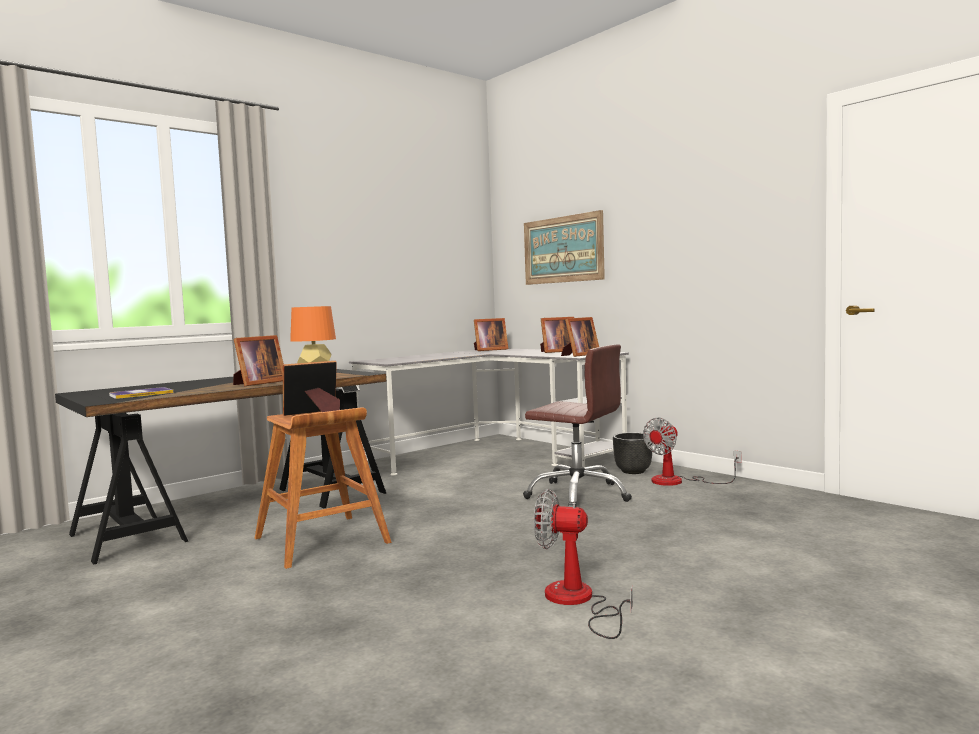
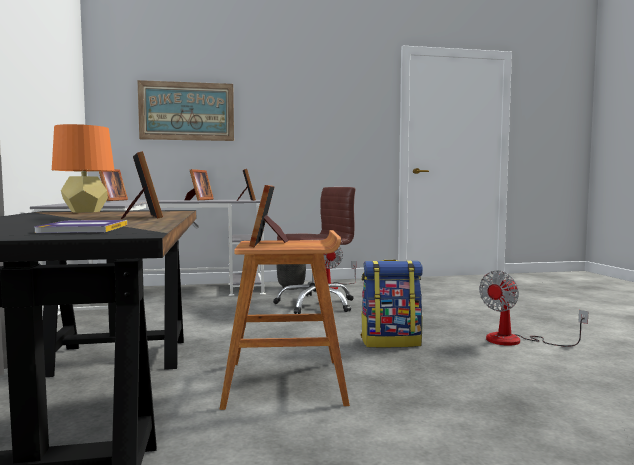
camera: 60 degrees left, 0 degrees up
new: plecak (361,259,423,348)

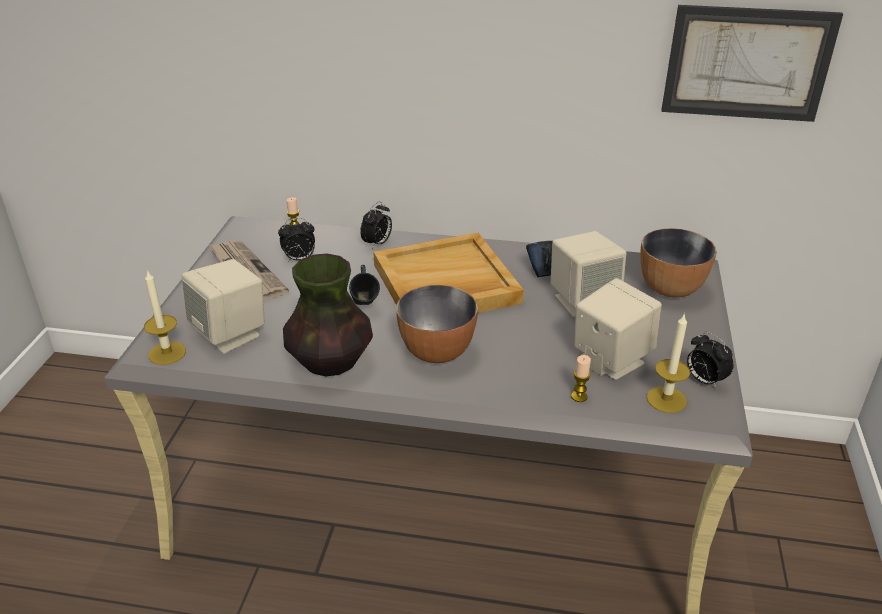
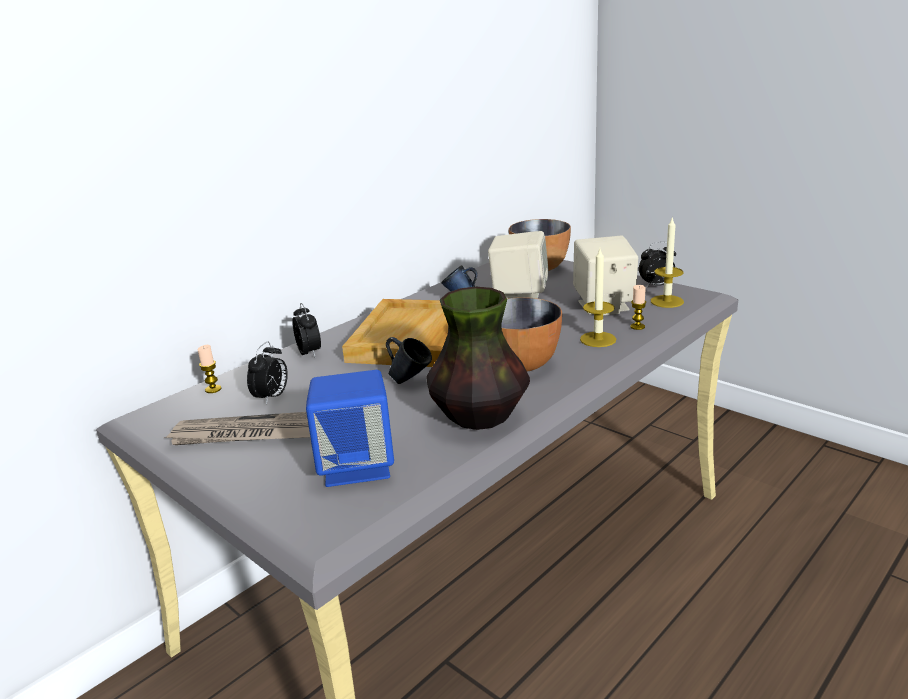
camera: 55 degrees left, 10 degrees down
gone: obraz (661,5,843,122)
shifted: świeca (144,269,186,365) to (580,249,616,347)
repainted: głośnik/beżowy (182,259,265,354) to głośnik/niebieski (306,370,394,487)

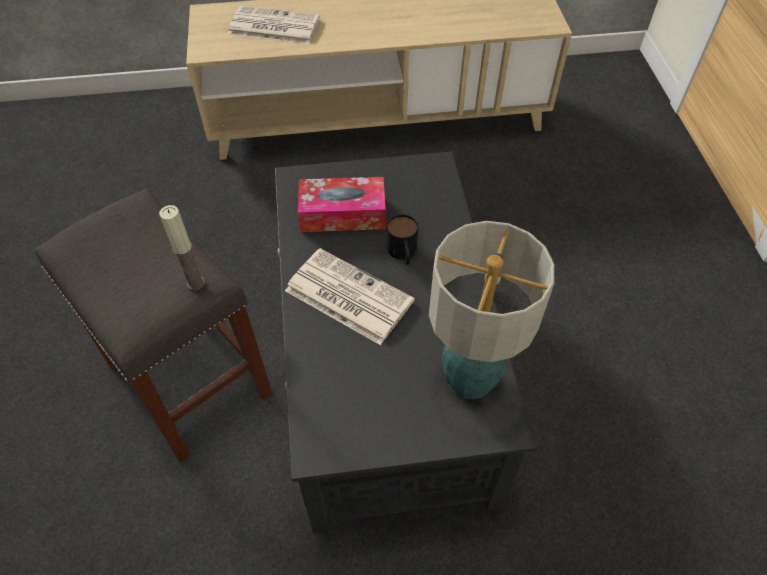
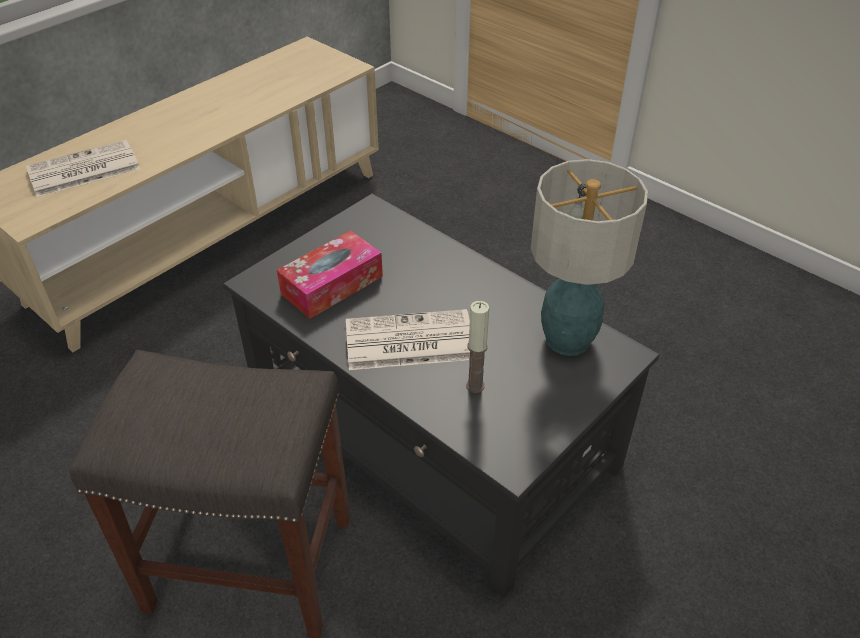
camera: 40 degrees left, 10 degrees down
gone: kubek (387,215,418,265)
shifted: świeca (159,205,205,290) to (466,301,489,393)

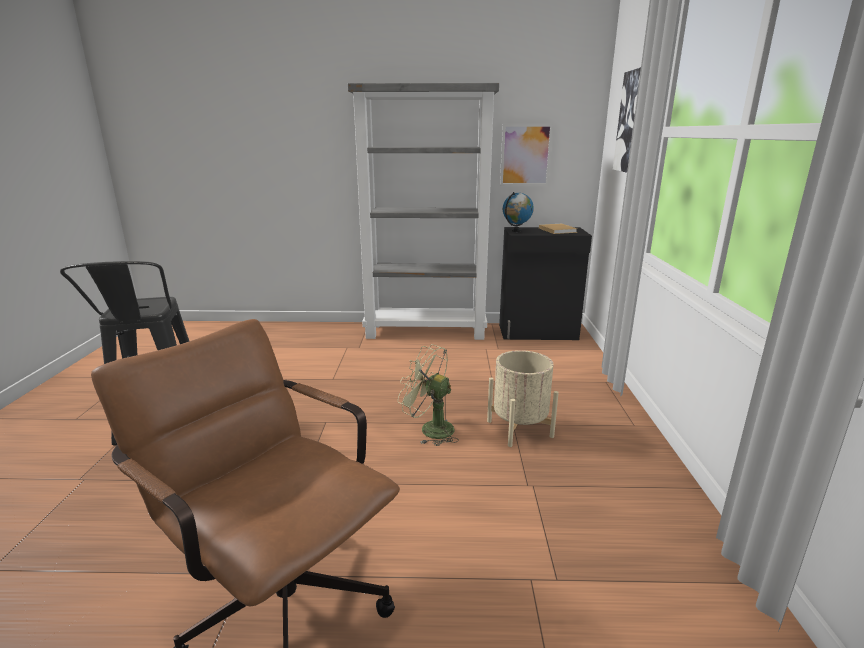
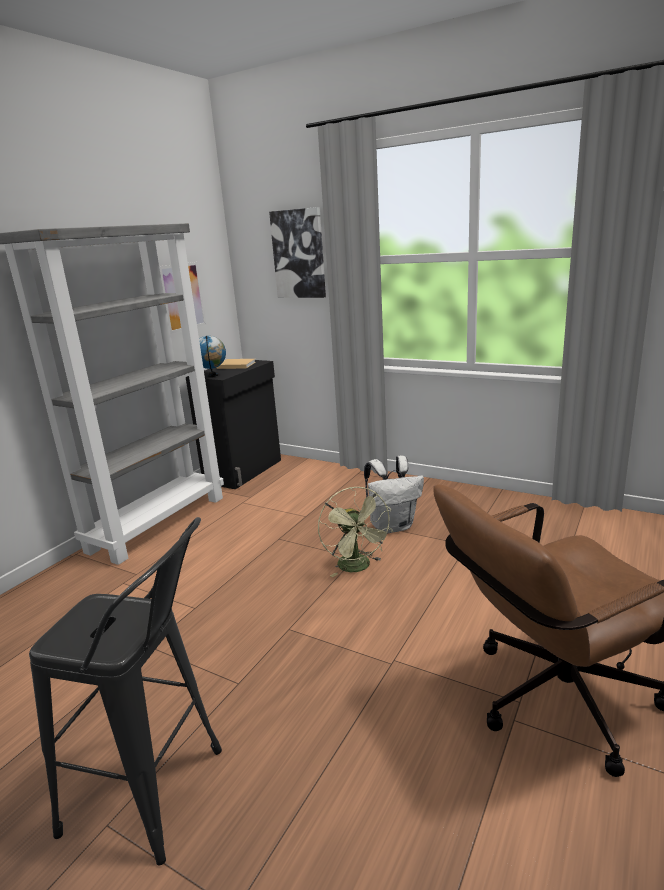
camera: 60 degrees left, 0 degrees up
swapped: donica/beżowy (487,350,559,447) to plecak/biały (364,455,424,534)
rotated: wentylator/zielony (398,344,459,446) = (318,487,393,577) 75 degrees counterclockwise

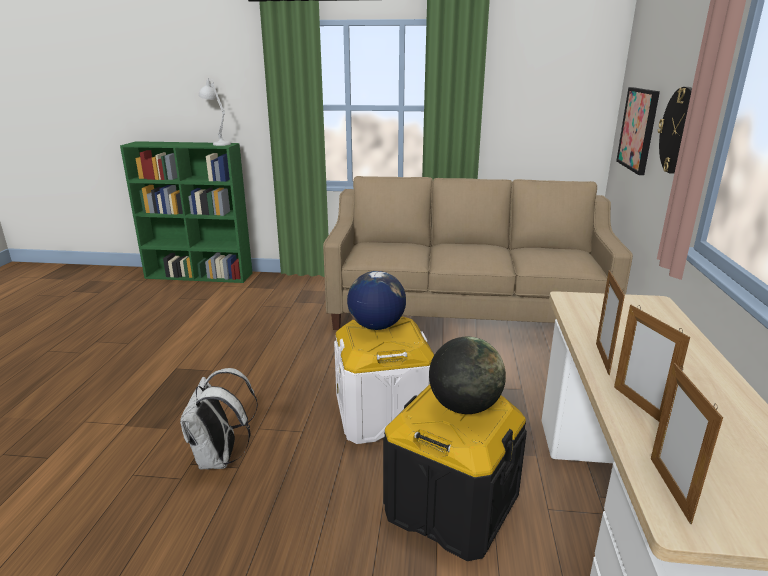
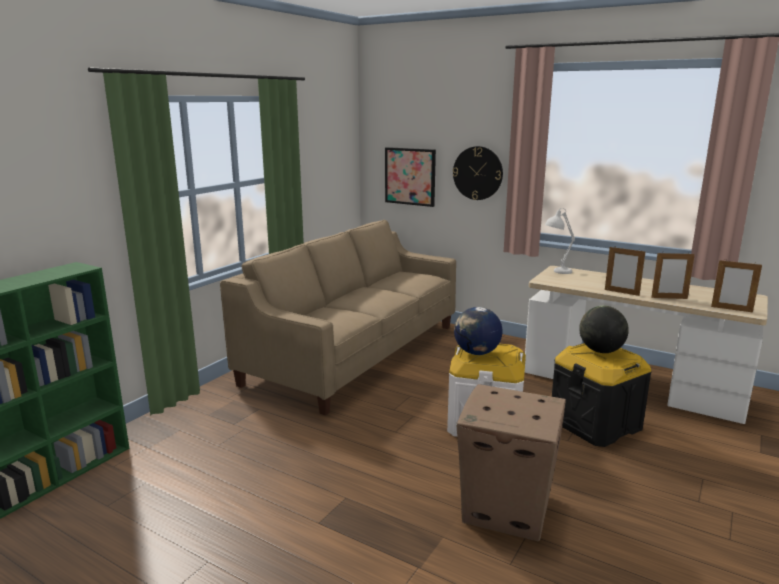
camera: 65 degrees left, 5 degrees down
shifted: lampa stołowa/biały (199,78,231,146) to (545,208,575,274)
swapped: plecak/biały (180,368,258,470) to karton (457,384,566,541)

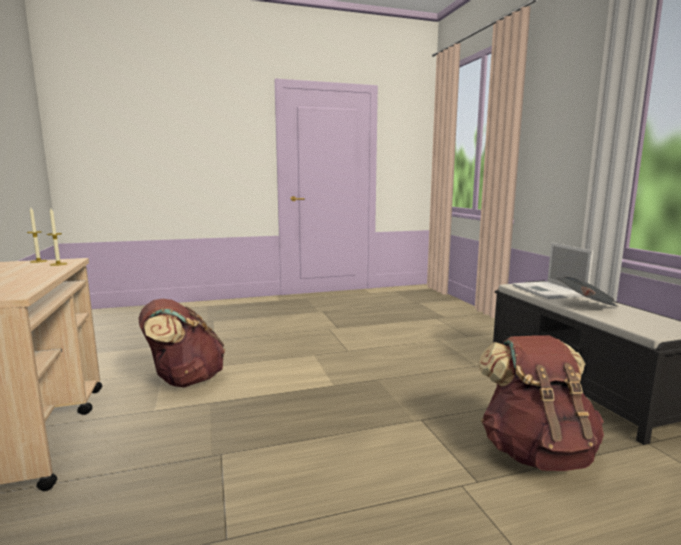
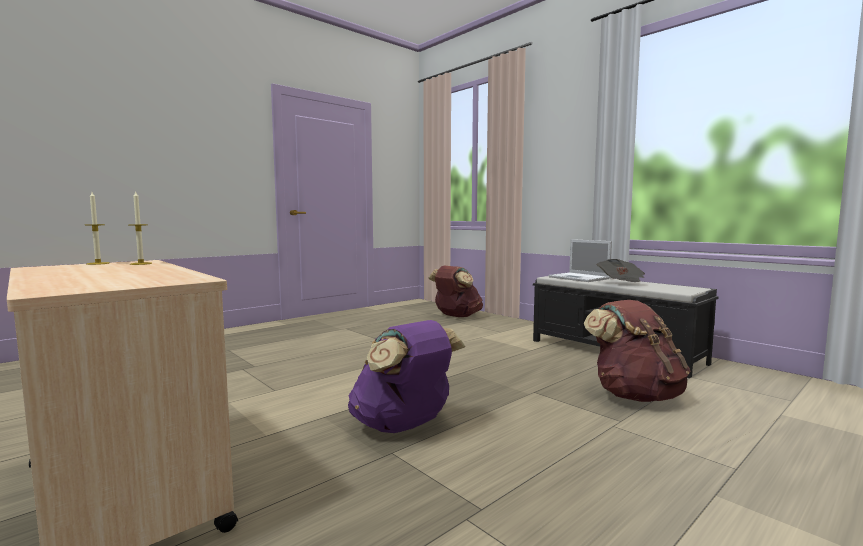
camera: 25 degrees left, 5 degrees down
new: plecak/fioletowy (348,320,465,433)
shifted: plecak/brązowy (139,299,226,387) to (429,266,483,317)

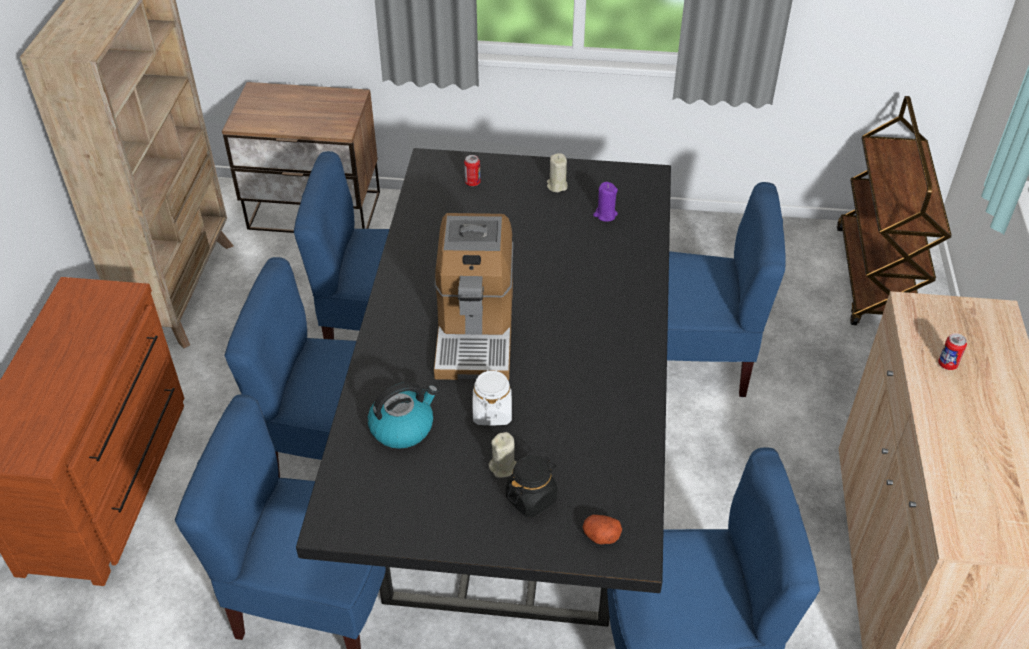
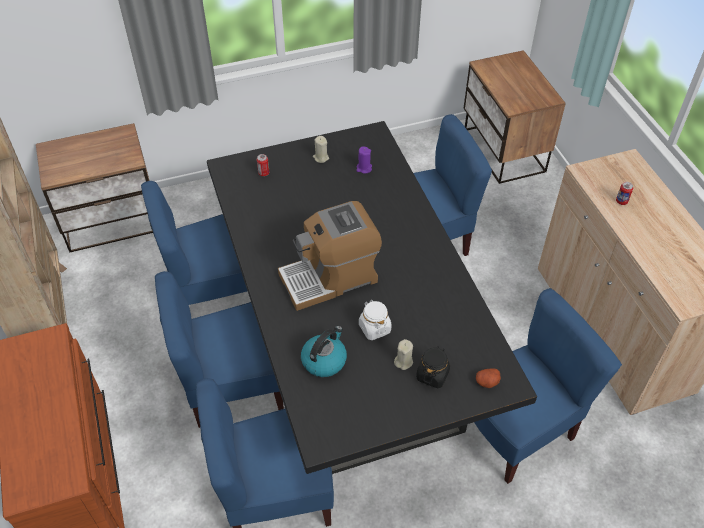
camera: 25 degrees left, 5 degrees up
swapped: wózek/brązowy (837,96,951,325) to szafka nocna (463,50,566,184)
rotated: ekspres do kawy (434,213,513,381) = (278,201,382,311) 90 degrees clockwise

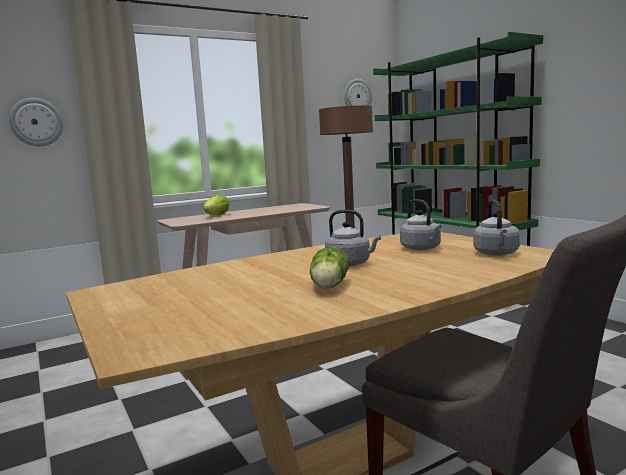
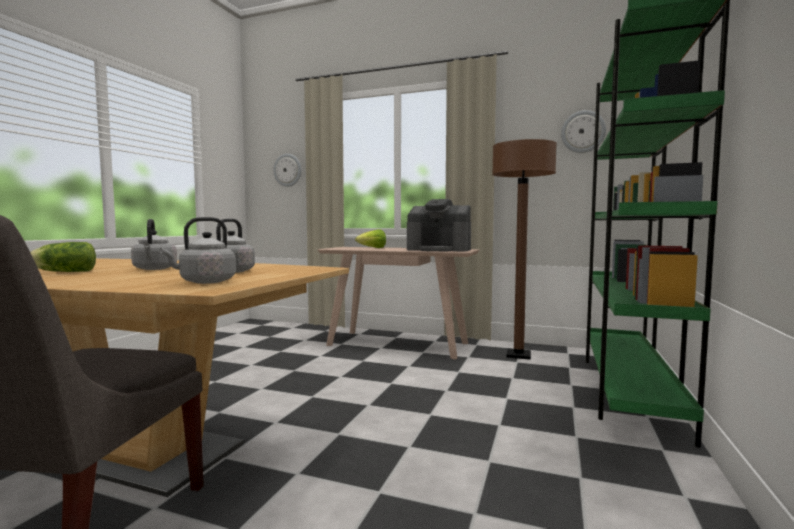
camera: 50 degrees right, 5 degrees down
new: ekspres do kawy (407,199,471,251)

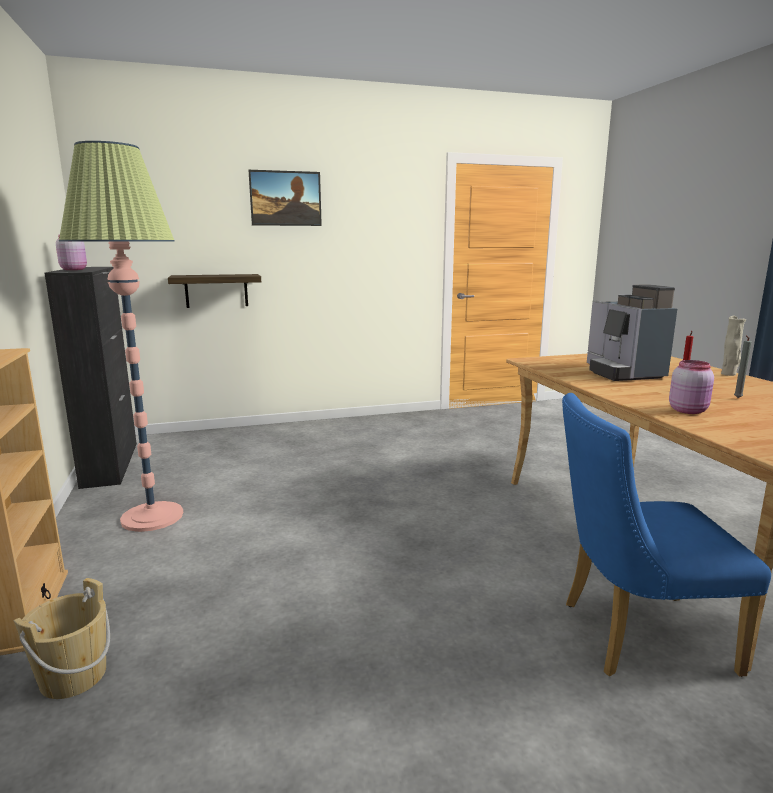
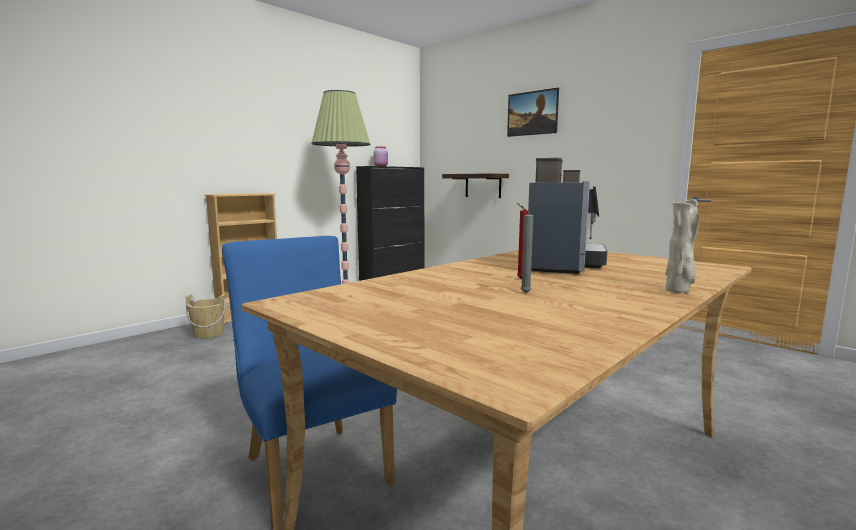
camera: 60 degrees right, 5 degrees down
gone: słoik/różowy (669,360,714,414)
rotated: ekspres do kawy (587,284,677,381) = (528,158,607,274) 150 degrees clockwise

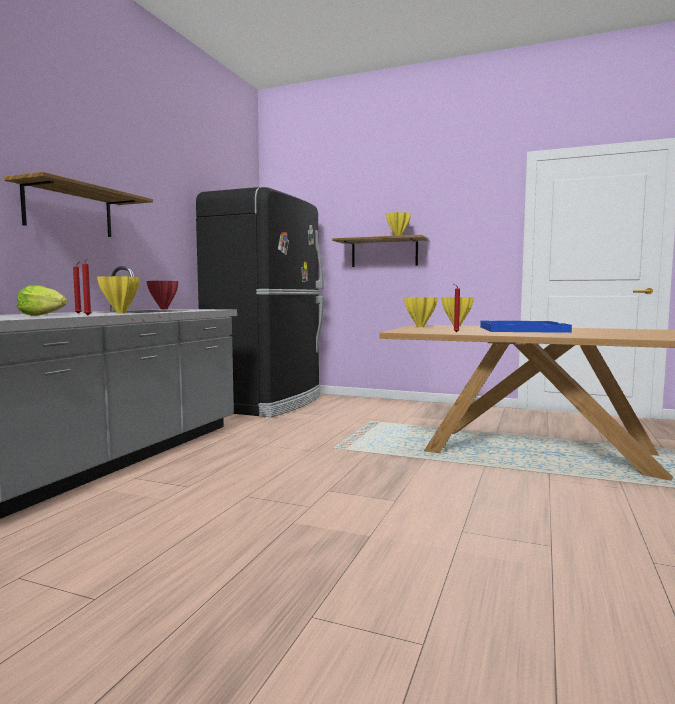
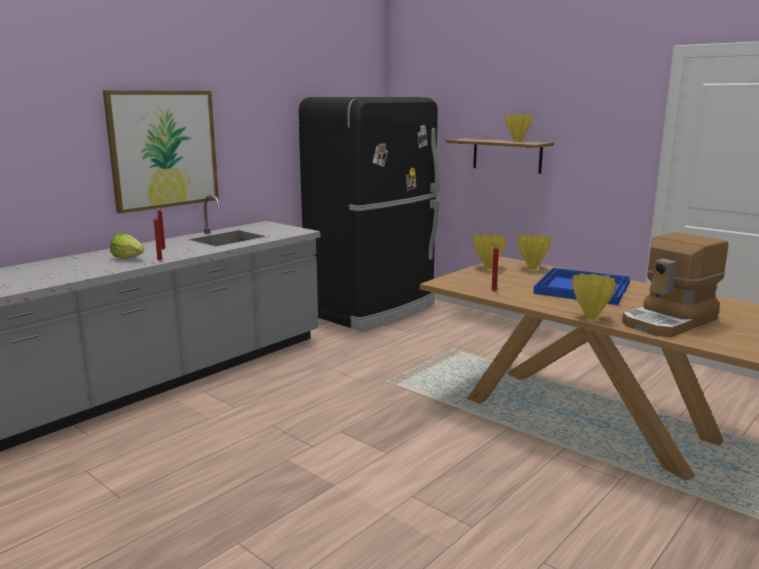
camera: 20 degrees right, 10 degrees up
gone: wazon/czerwony (147,281,178,309)
new: ekspres do kawy (622,232,728,337)
shifted: wazon/żółty (97,276,140,314) to (572,273,616,320)
swapped: półka (4,172,153,237) to obraz (103,90,219,214)

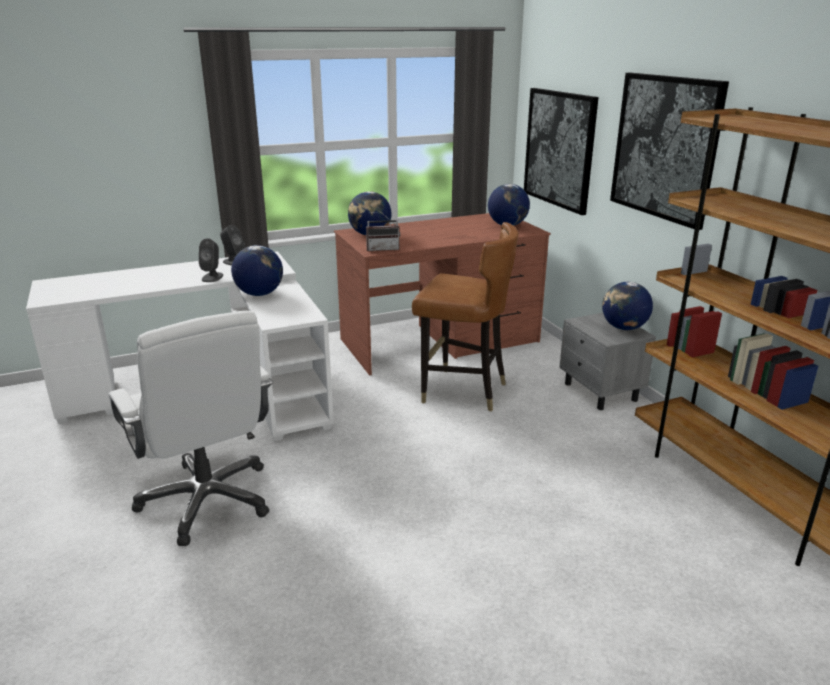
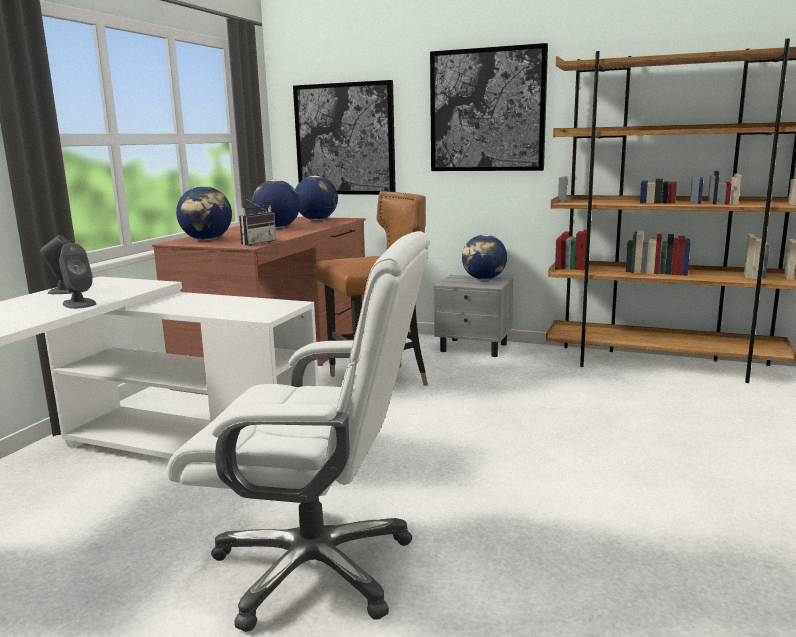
camera: 45 degrees left, 10 degrees down
shifted: globus (231,245,283,296) to (252,180,300,228)

